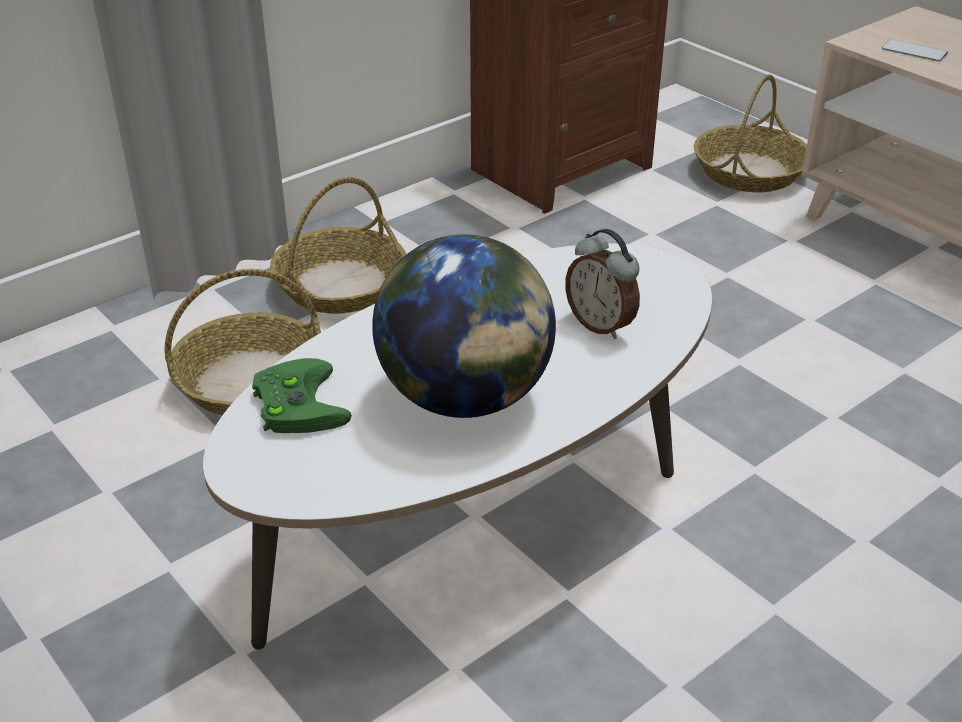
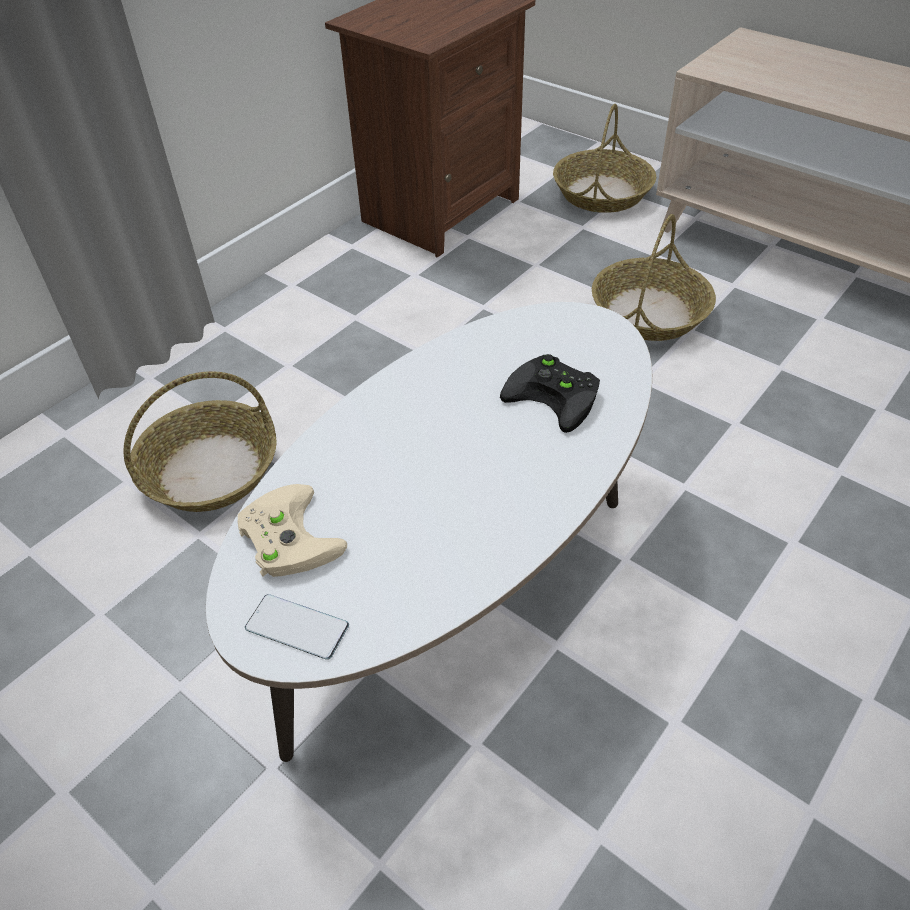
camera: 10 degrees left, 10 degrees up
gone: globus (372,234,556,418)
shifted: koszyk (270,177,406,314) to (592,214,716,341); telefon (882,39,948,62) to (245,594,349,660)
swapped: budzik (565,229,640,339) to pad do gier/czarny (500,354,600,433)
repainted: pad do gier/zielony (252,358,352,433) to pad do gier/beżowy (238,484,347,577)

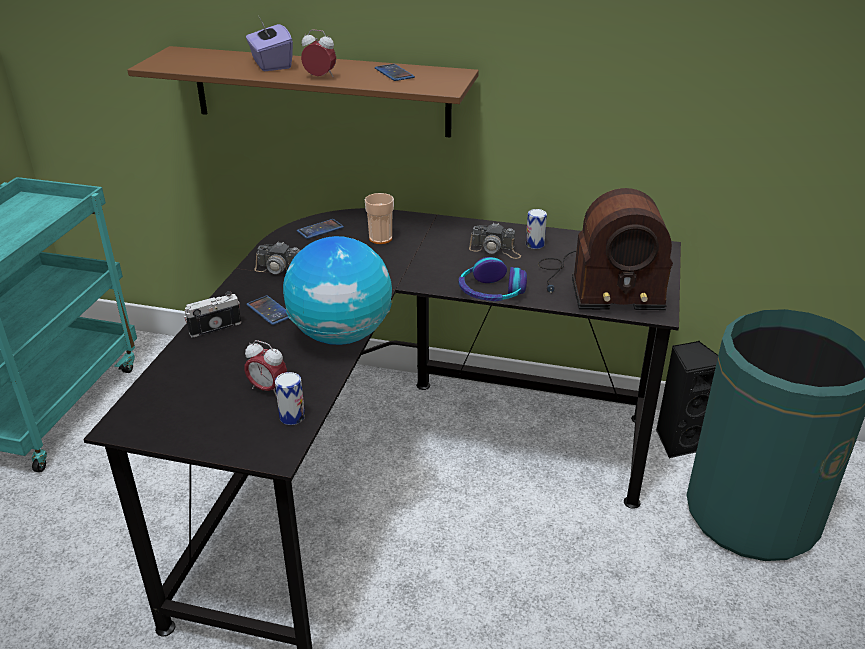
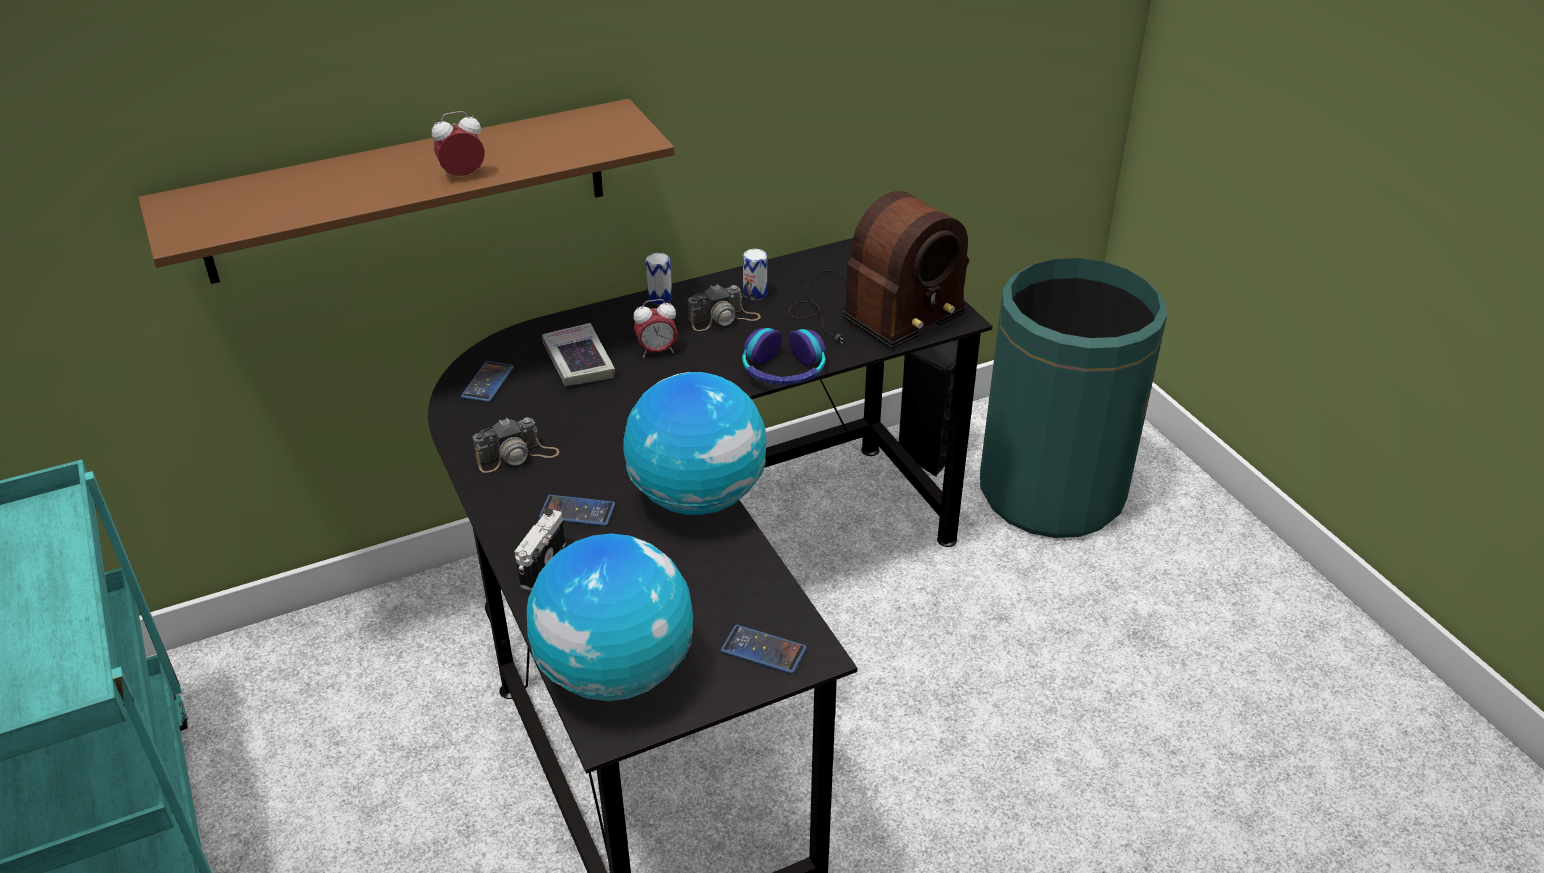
camera: 40 degrees left, 5 degrees up
gone: pudełko chusteczek/fioletowy (246,19,293,71)
new: globus (527,533,693,701)
shifted: budzik (244,340,287,397) to (633,299,678,358); puszka (275,372,305,425) to (645,253,672,304); telefon (375,64,415,81) to (721,625,807,674)
swapped: filiżanka (365,193,394,244) to książka (542,323,615,386)

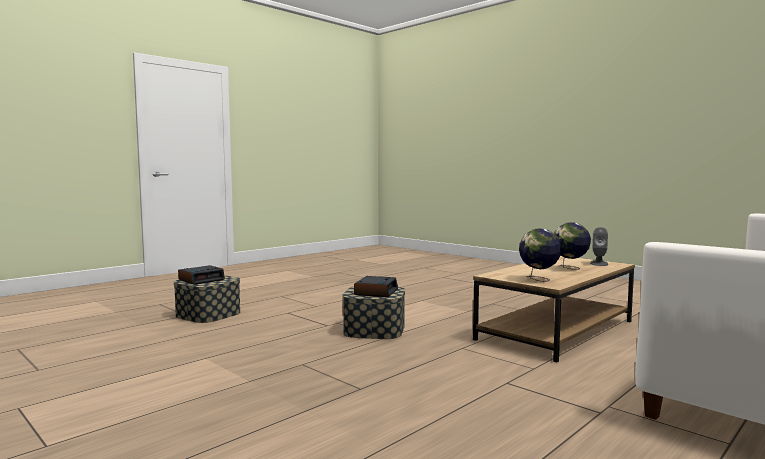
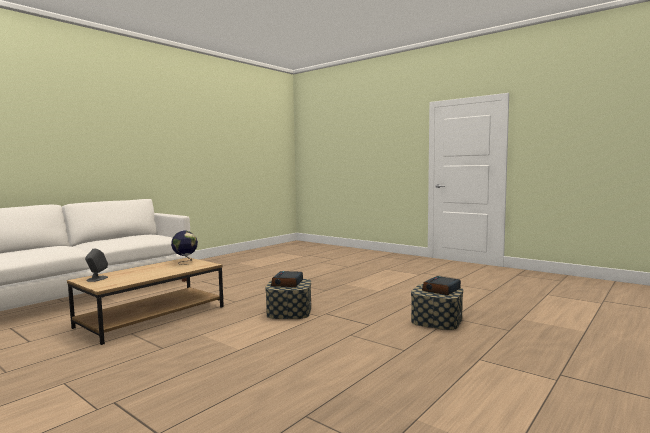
camera: 175 degrees right, 0 degrees up
gone: globus (554,222,591,270)

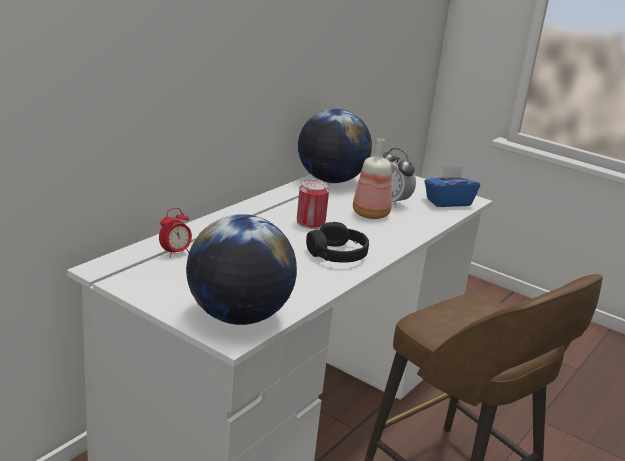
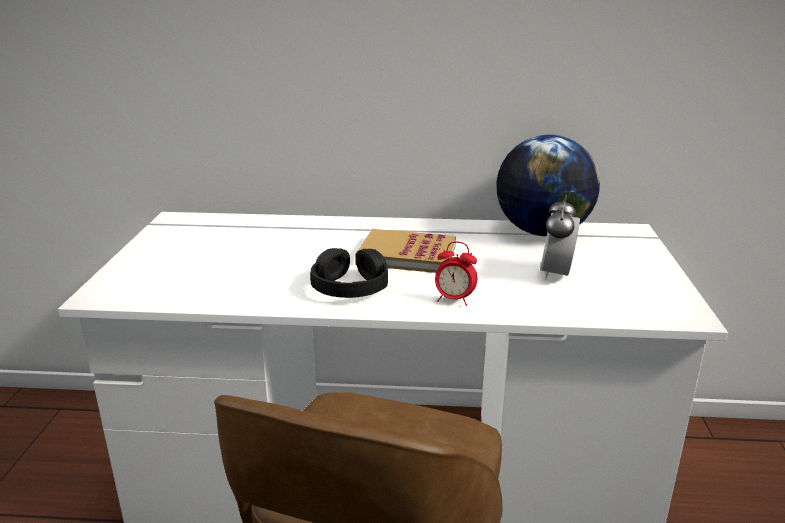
camera: 60 degrees right, 0 degrees up
gone: globus (186,214,297,325); butelka (353,138,392,219); pudełko chusteczek/niebieski (424,166,480,207)
shifted: budzik (159,208,192,258) to (435,242,477,306)
swapped: puszka (297,180,329,229) to książka (355,229,456,273)

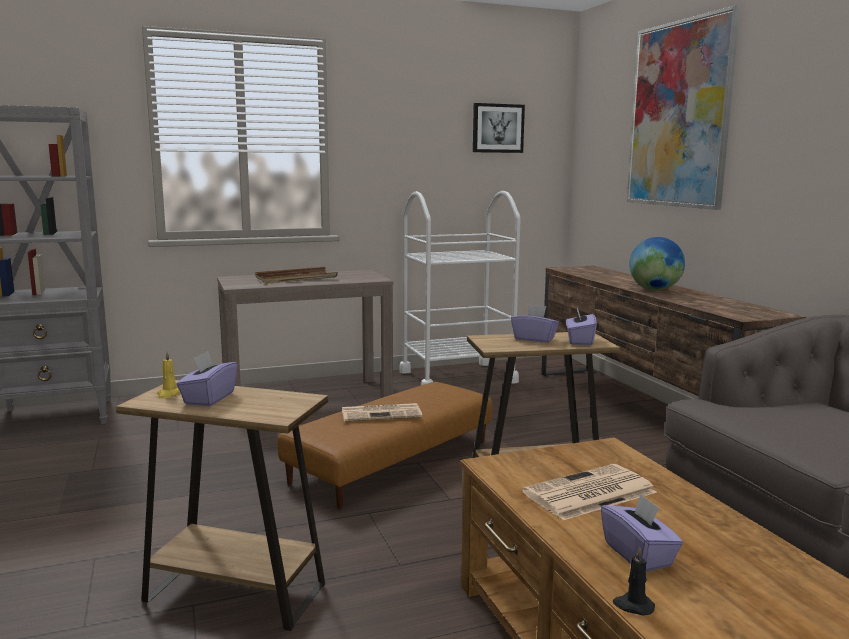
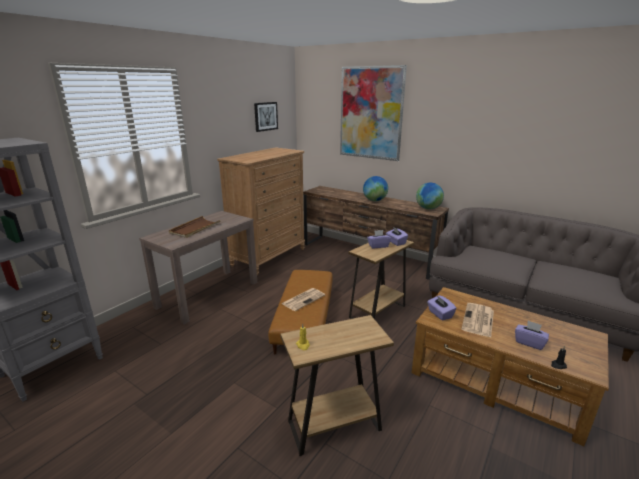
camera: 35 degrees left, 10 degrees up
new: globus (416,183,444,209)
shifted: pudełko chusteczek/fioletowy (176,351,238,406) to (427,295,457,321)
swapped: wózek/biały (400,191,521,385) to komoda/brązowy (217,147,305,275)

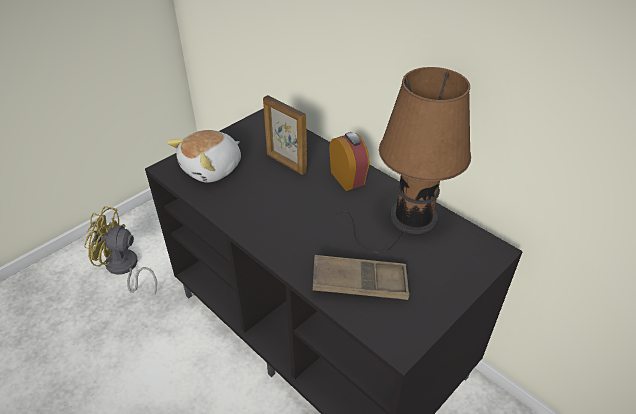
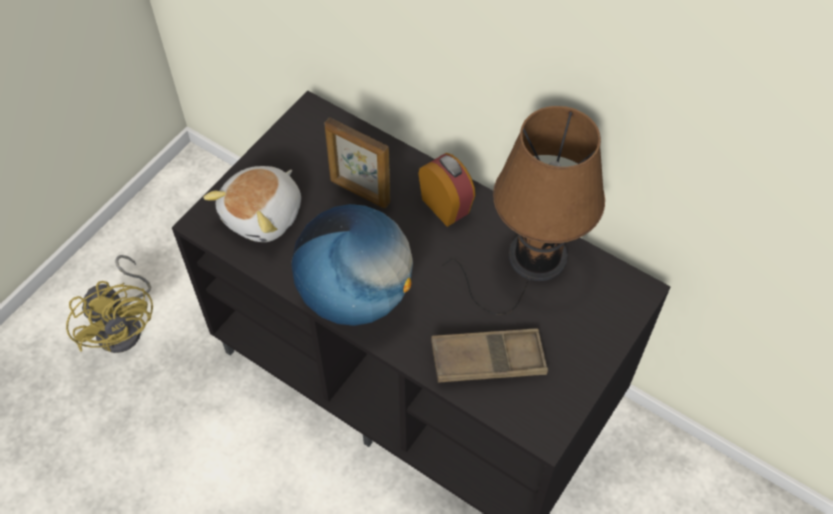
camera: 10 degrees left, 15 degrees up
new: globus (291,204,413,326)
rotated: wentylator/żółty (84,206,157,294) = (66,255,153,353) 120 degrees counterclockwise

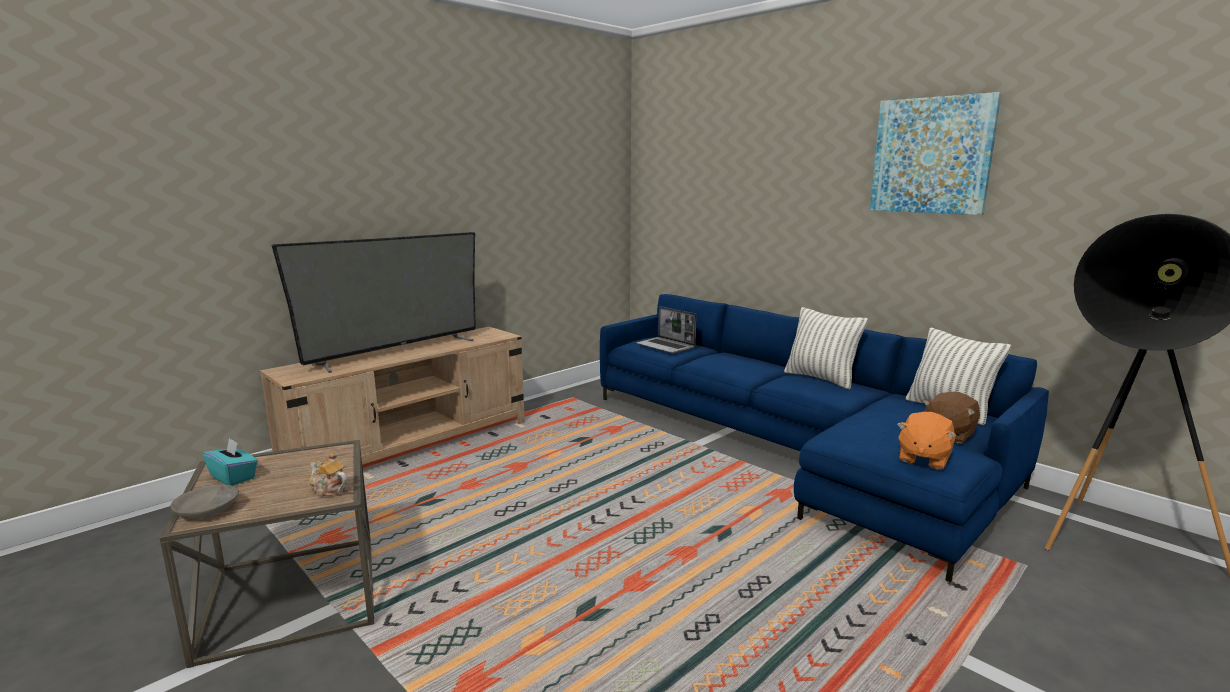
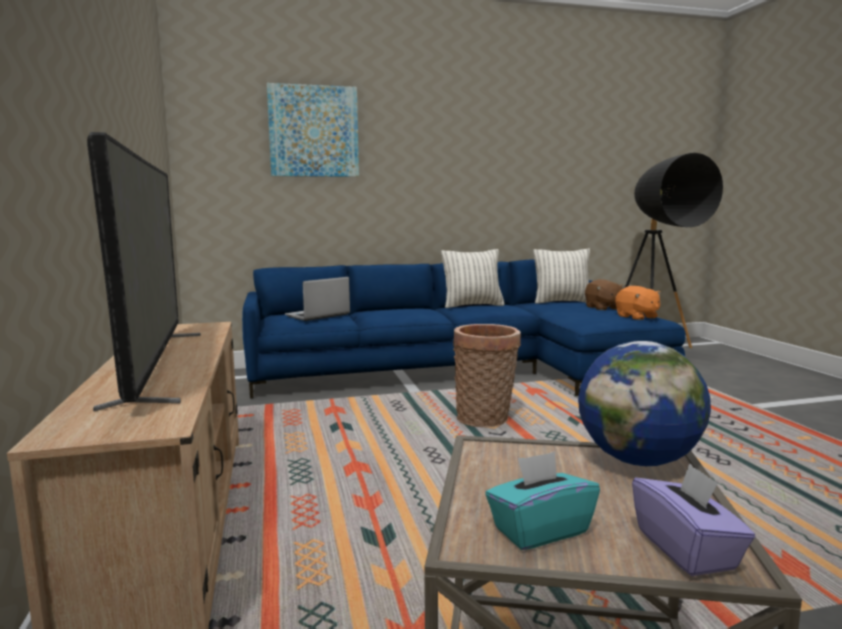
camera: 60 degrees left, 5 degrees down
new: koszyk (453,324,521,427)
shifted: obraz (870,92,1002,215) to (267,83,359,177)
swapped: miska/szary (171,484,239,518) to pudełko chusteczek/fioletowy (632,463,755,576); imbryk (310,452,347,497) to globus (578,341,711,466)
rotated: laptop (636,306,696,354) = (285,277,350,321) 150 degrees clockwise

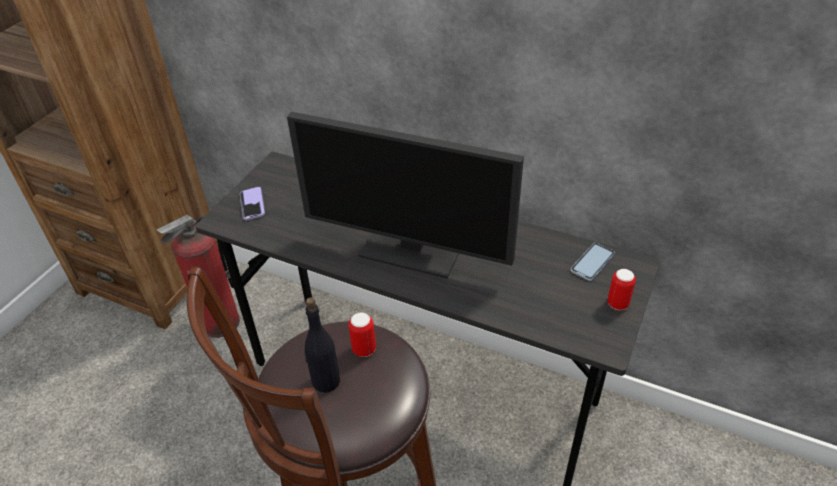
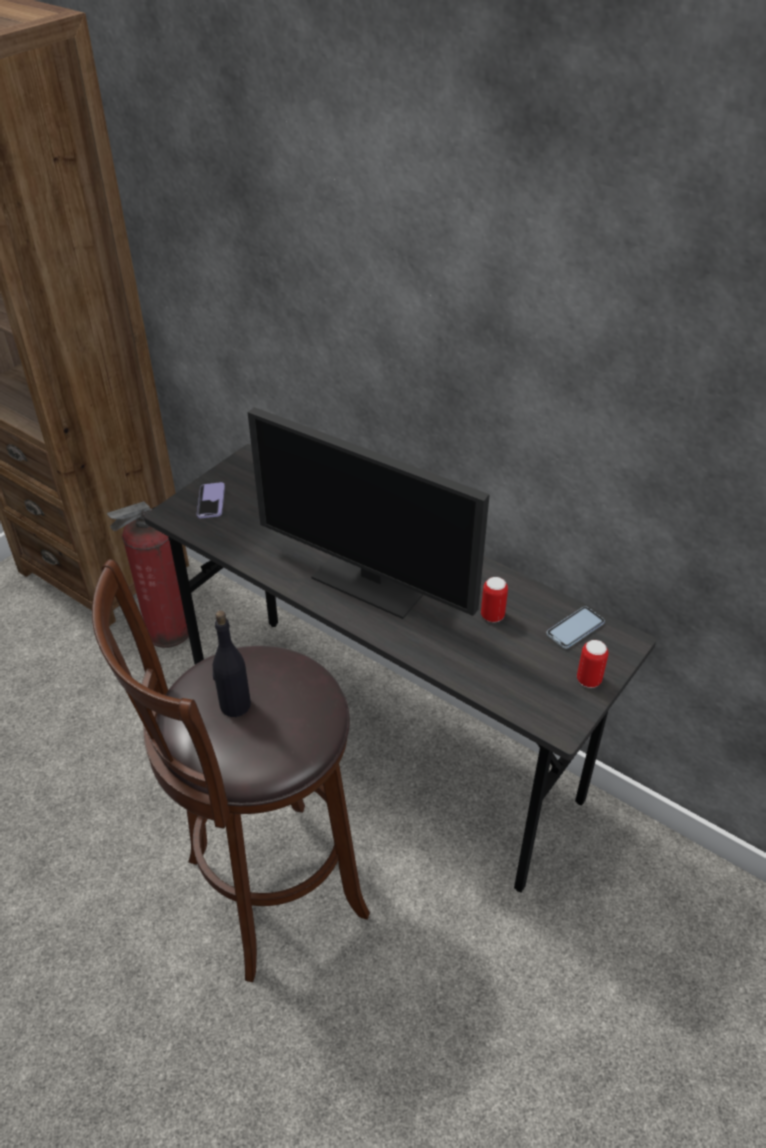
camera: 10 degrees right, 0 degrees up
shifted: puszka (348,312,376,357) to (481,577,508,622)

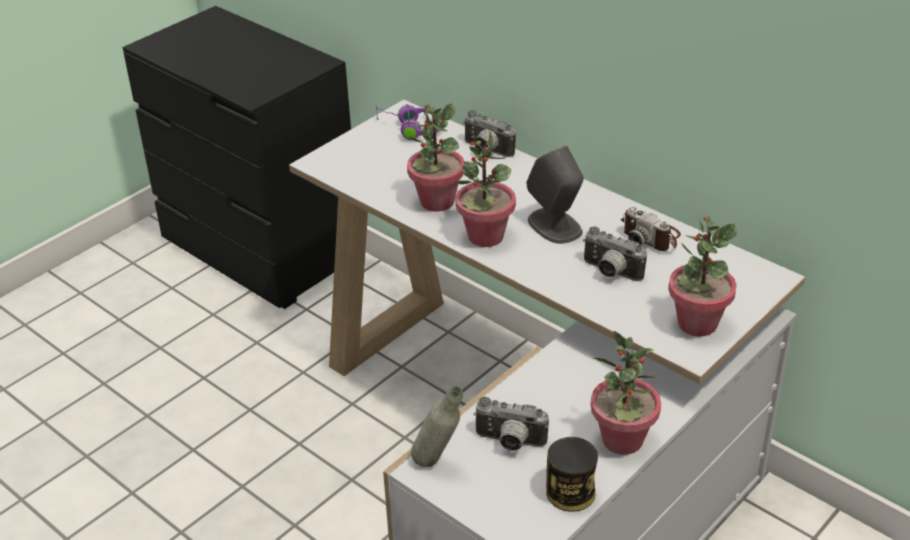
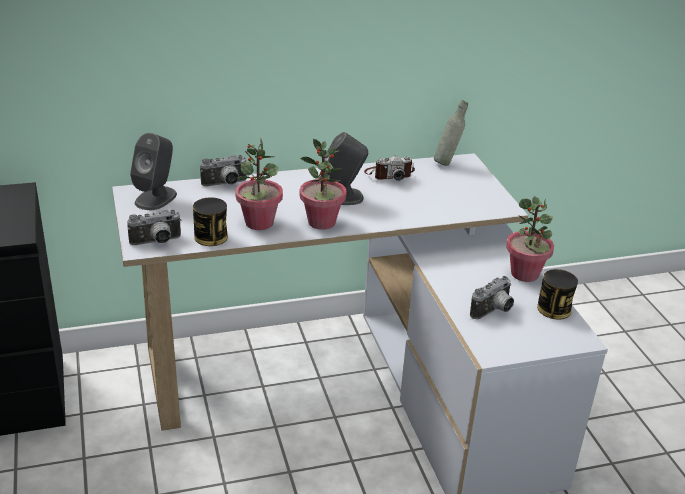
camera: 60 degrees left, 5 degrees down
gone: roślina doniczkowa (668,216,737,336)
new: puszka (193,197,228,246)
shifted: butelka/szary (411,386,463,468) to (434,100,468,166); aparat fotograficzny (583,226,647,281) to (127,210,182,245)
swapped: słuchawki/fioletowy (376,104,440,140) to głośnik/szary (130,133,177,210)

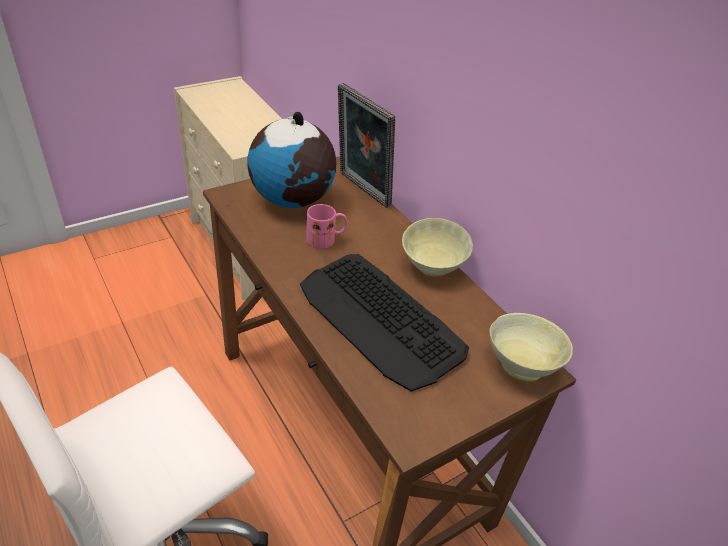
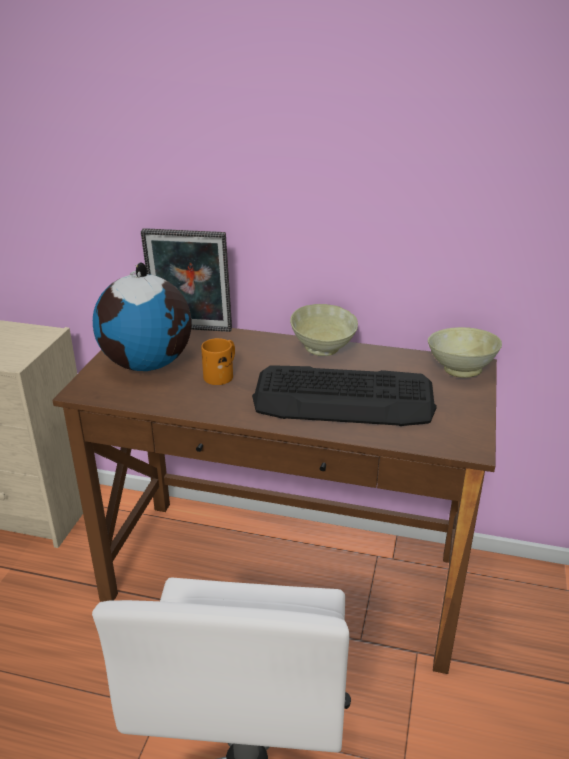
camera: 40 degrees left, 10 degrees down
repainted: kubek/różowy (306,204,348,249) to kubek/pomarańczowy (201,338,235,385)

